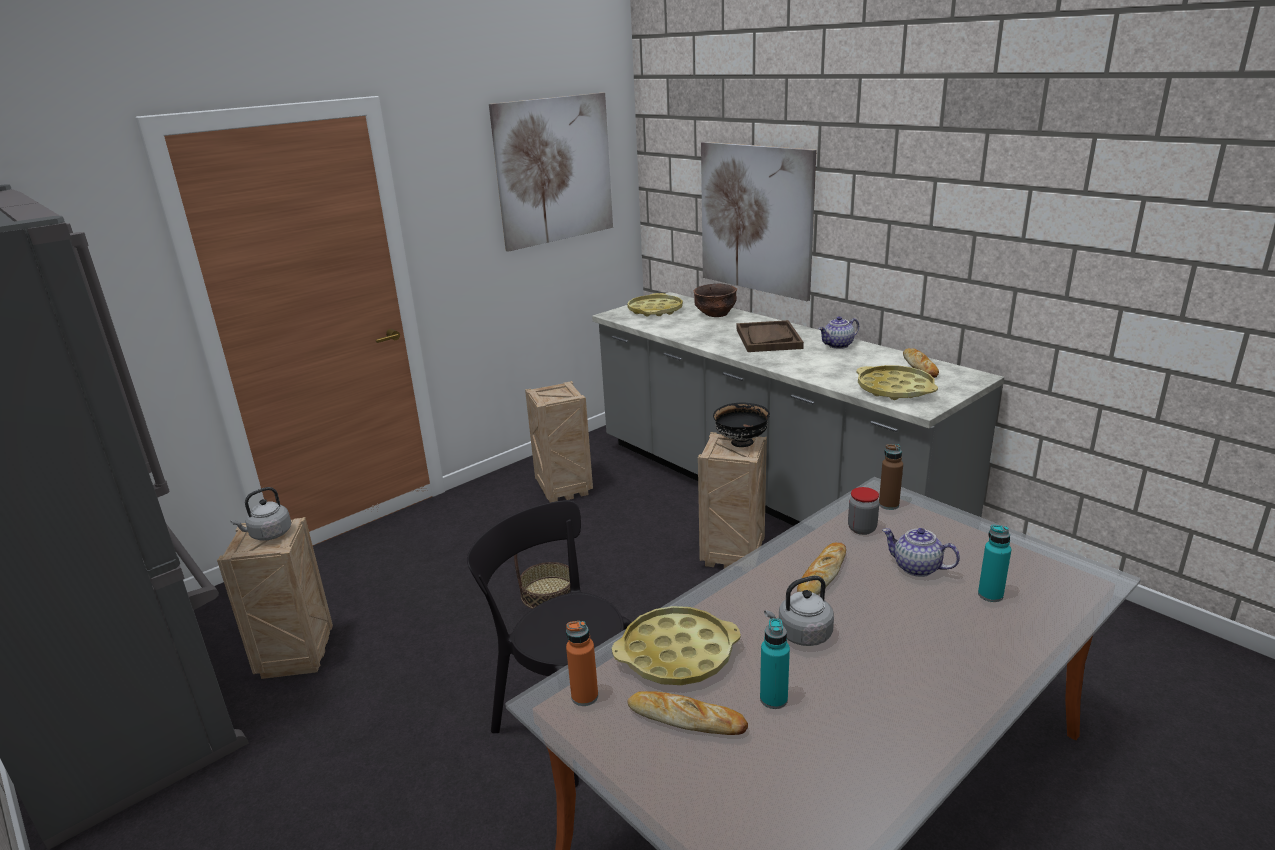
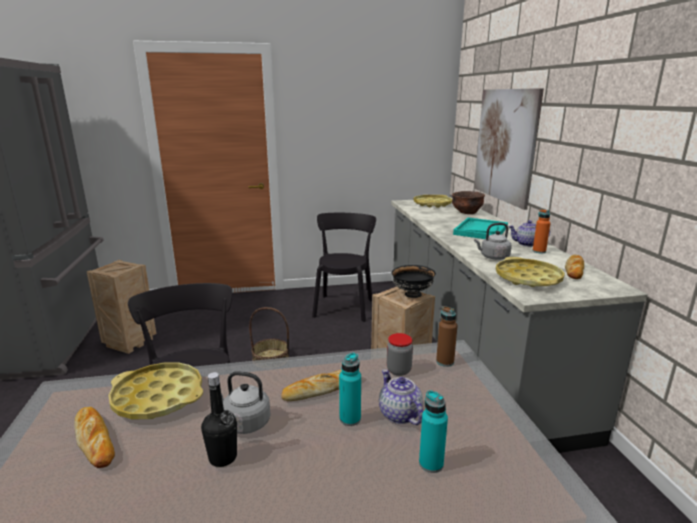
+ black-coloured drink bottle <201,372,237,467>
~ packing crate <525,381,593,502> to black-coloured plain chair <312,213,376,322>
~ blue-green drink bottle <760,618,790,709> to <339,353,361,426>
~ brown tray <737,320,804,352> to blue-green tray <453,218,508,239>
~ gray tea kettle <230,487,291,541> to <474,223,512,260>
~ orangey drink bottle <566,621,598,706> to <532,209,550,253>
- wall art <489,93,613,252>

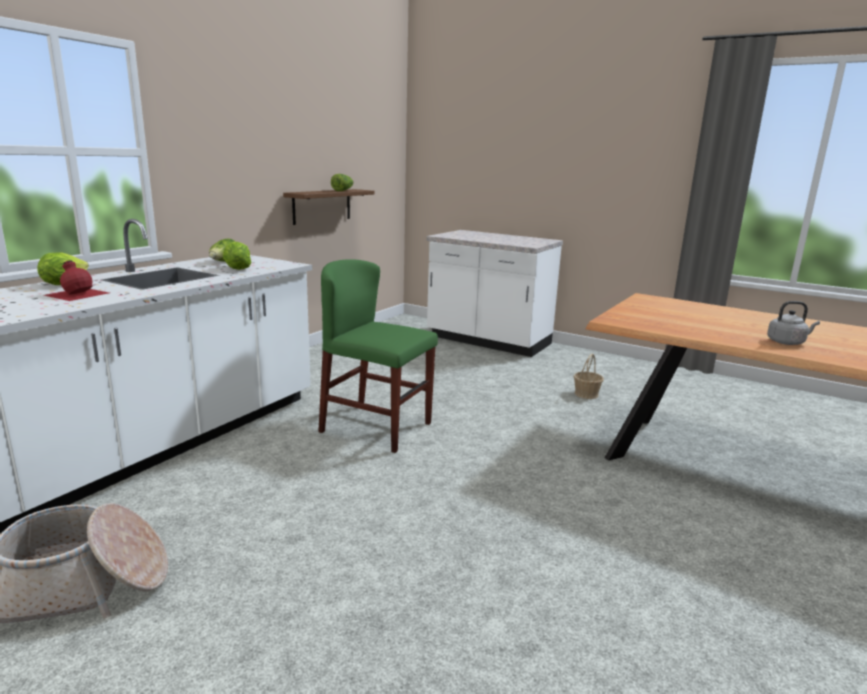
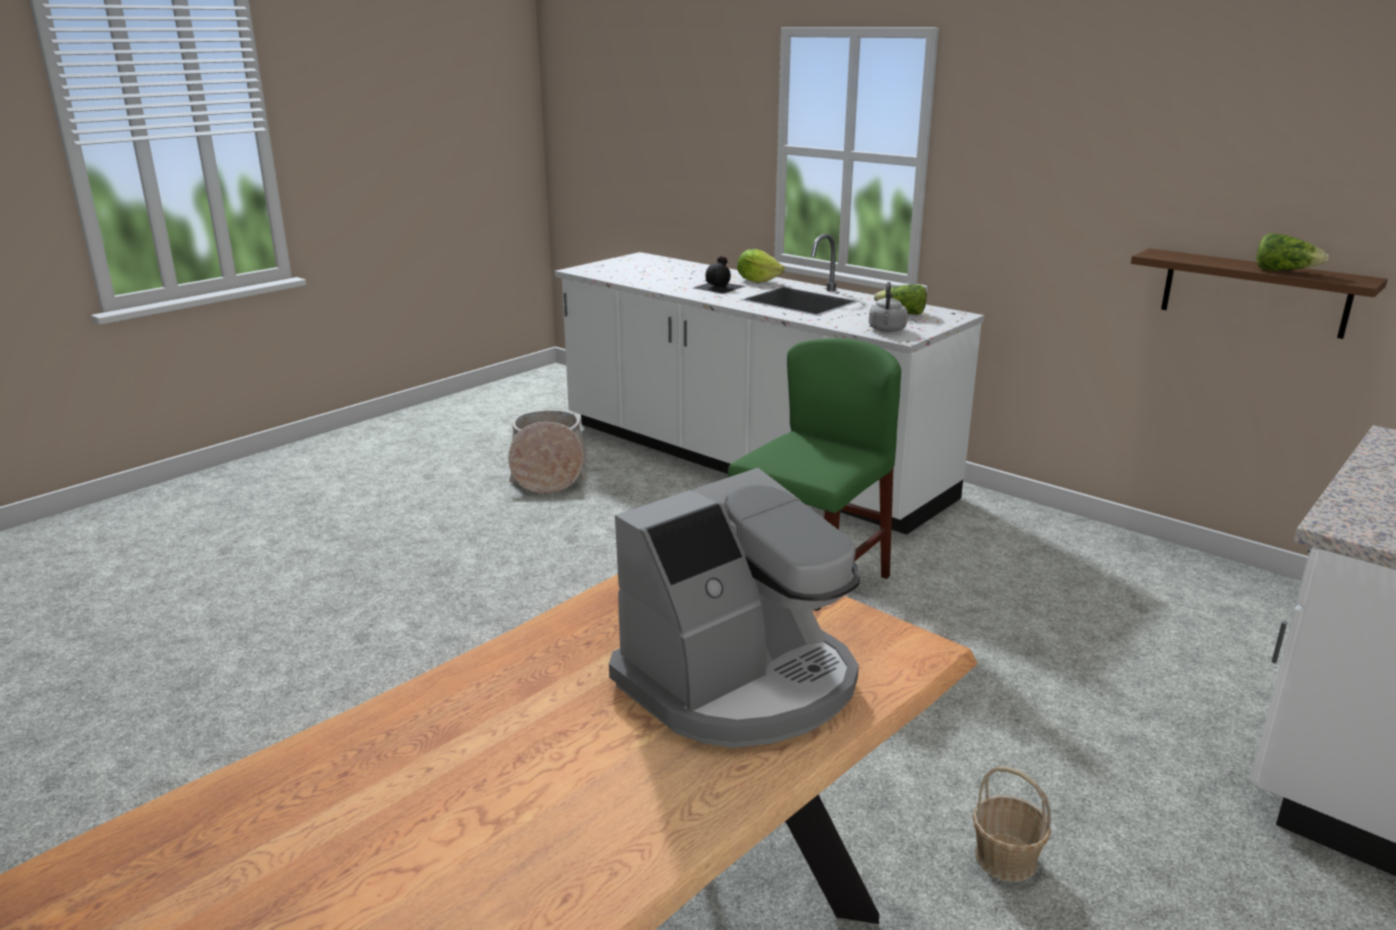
+ coffee maker <609,468,860,748>
~ red-coloured drink bottle <44,260,109,301> to black-coloured drink bottle <694,256,746,294>
~ gray tea kettle <767,301,820,345> to <869,282,908,332>
- lettuce head <223,242,251,270>

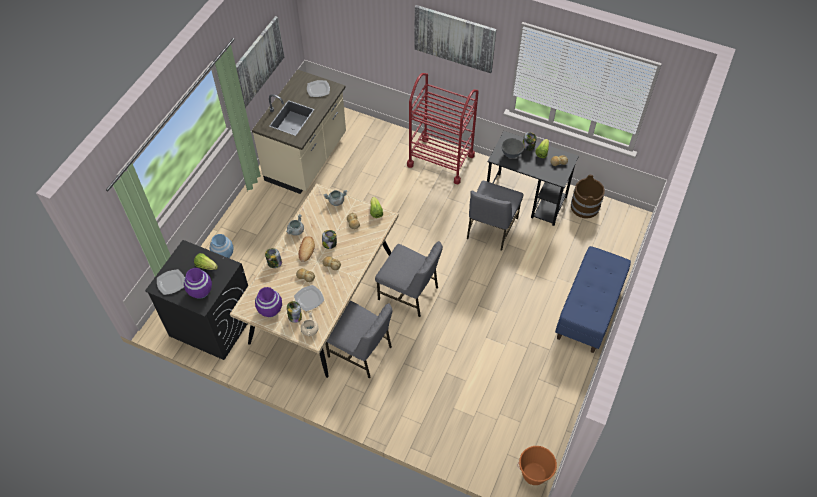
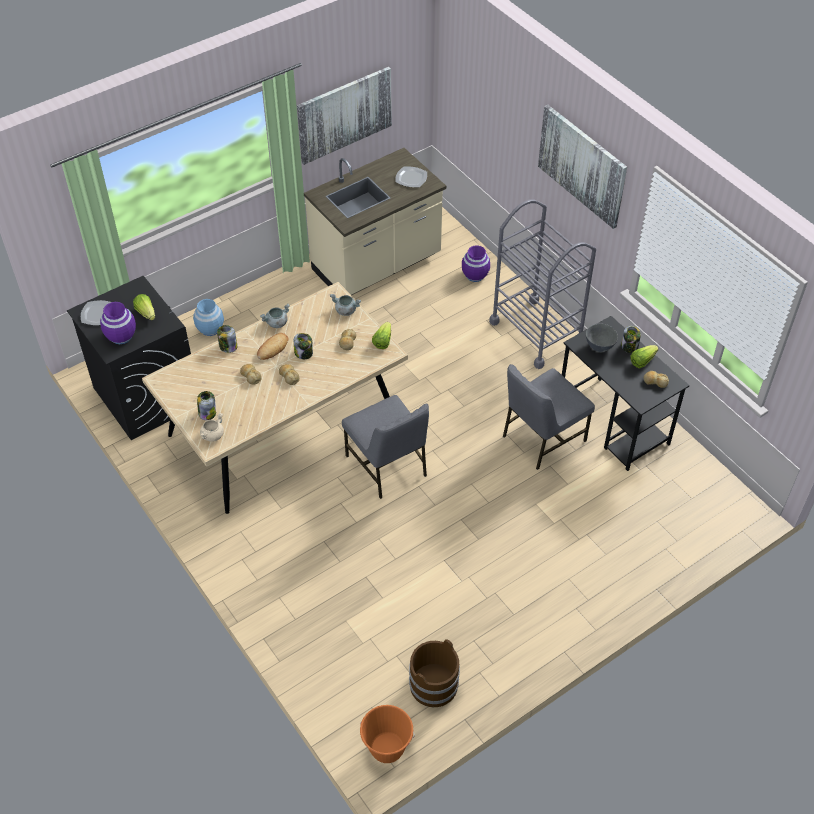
~ brown pail <571,175,605,218> to <409,639,460,707>
~ purplish decorative vase <255,287,282,317> to <462,246,490,282>
~ red-coloured trolley <407,73,479,184> to gray trolley <489,199,596,369>
- flat dish <294,285,324,311>
- gray plain chair <325,301,392,378>
- bluish long seat <555,246,631,353>

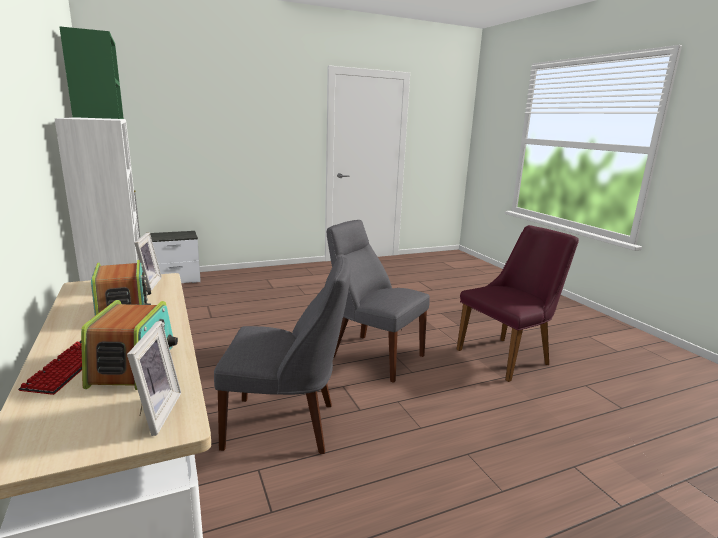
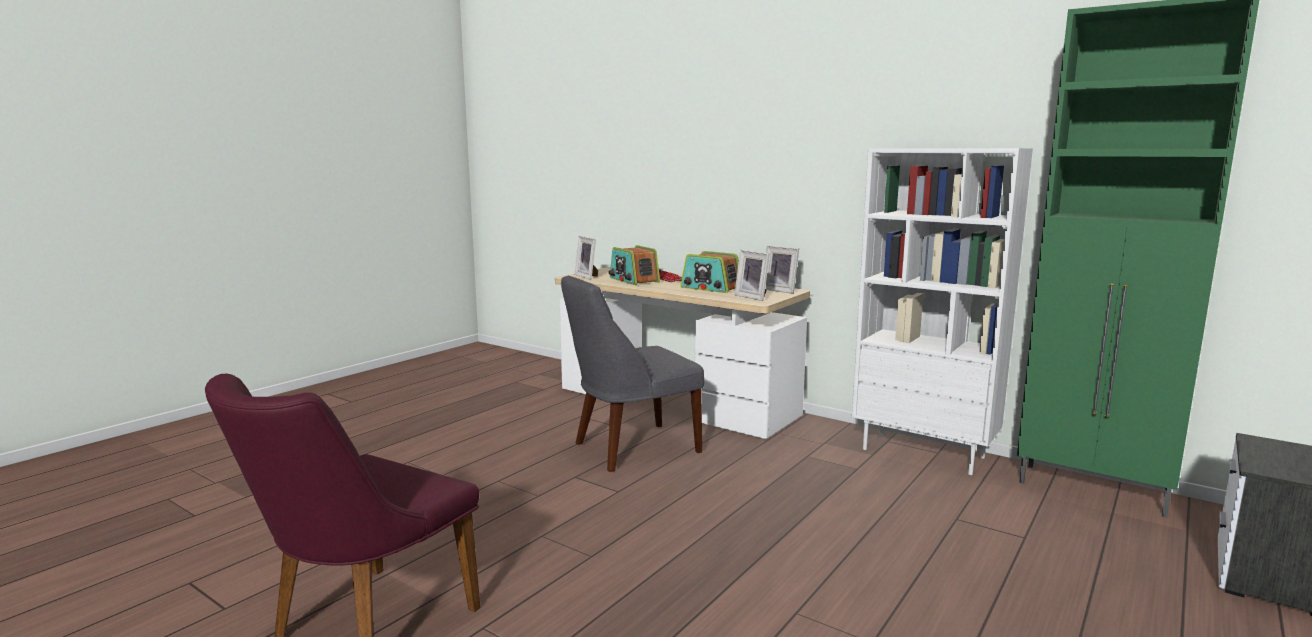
+ photo frame <765,246,799,294>
- gray plain chair <327,220,430,383>

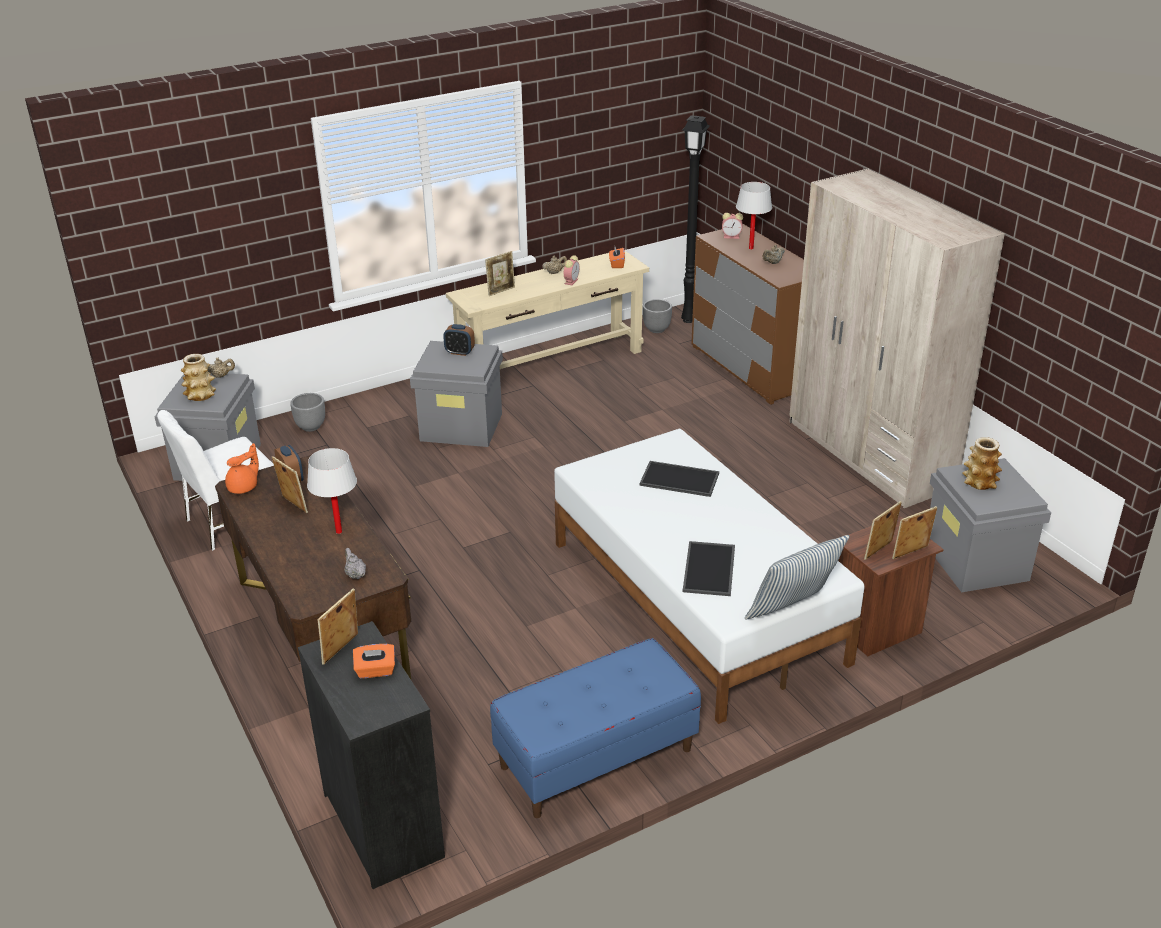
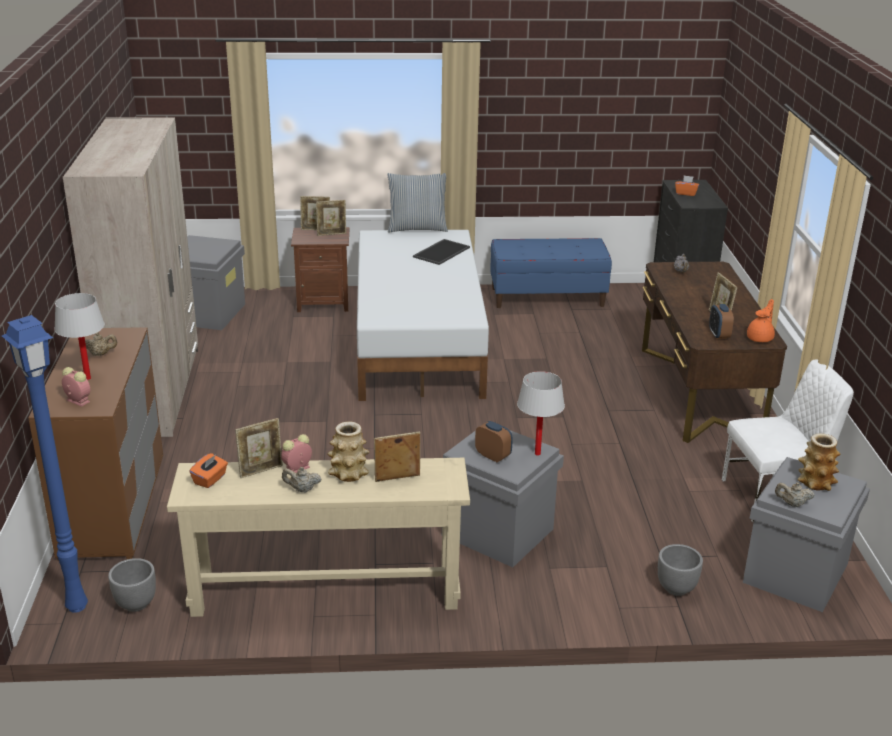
~ black-coloured floor lamp <681,115,710,323> to bluish floor lamp <2,315,88,613>
~ photo frame <318,589,358,665> to <235,418,283,478>
~ decorative vase <962,437,1002,490> to <327,421,370,482>
~ white tabletop lamp <307,448,357,534> to <517,371,565,456>
~ orangey tea pot <225,443,259,494> = <747,299,775,342> 150 degrees clockwise
- tray <639,461,719,497>

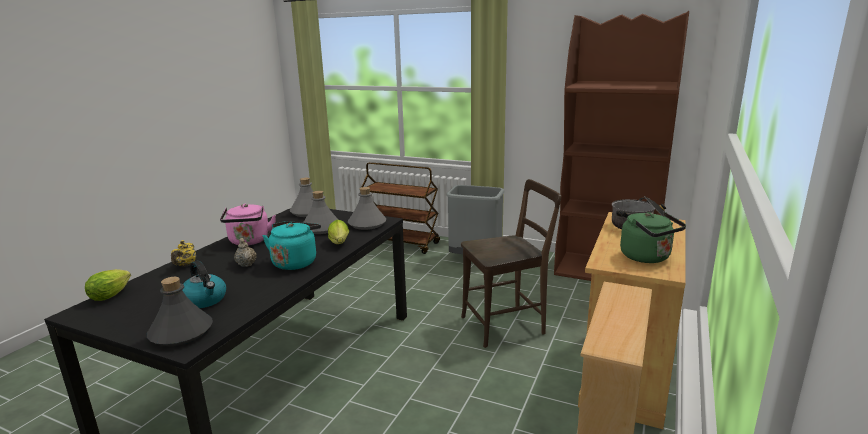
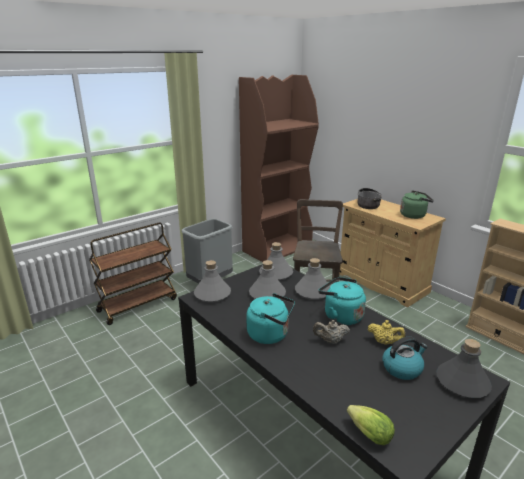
~ pink-coloured tea kettle <220,204,276,245> to blue-green tea kettle <246,293,295,344>
~ lettuce head <328,220,349,244> to gray drink bottle <295,258,330,300>
~ yellowish tea pot <171,240,196,266> to <368,320,406,345>

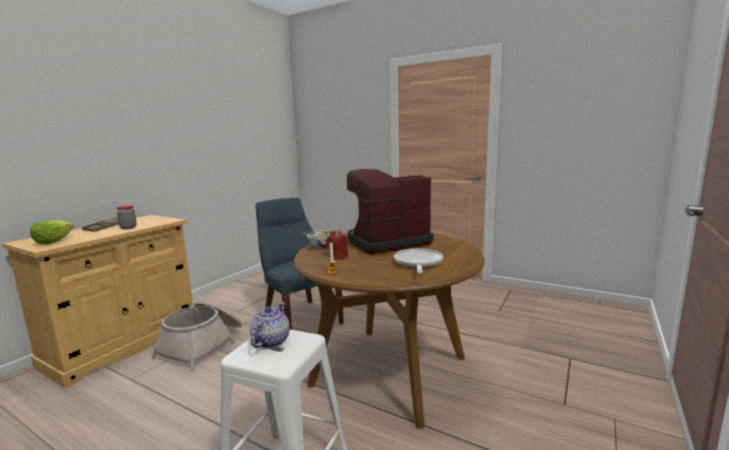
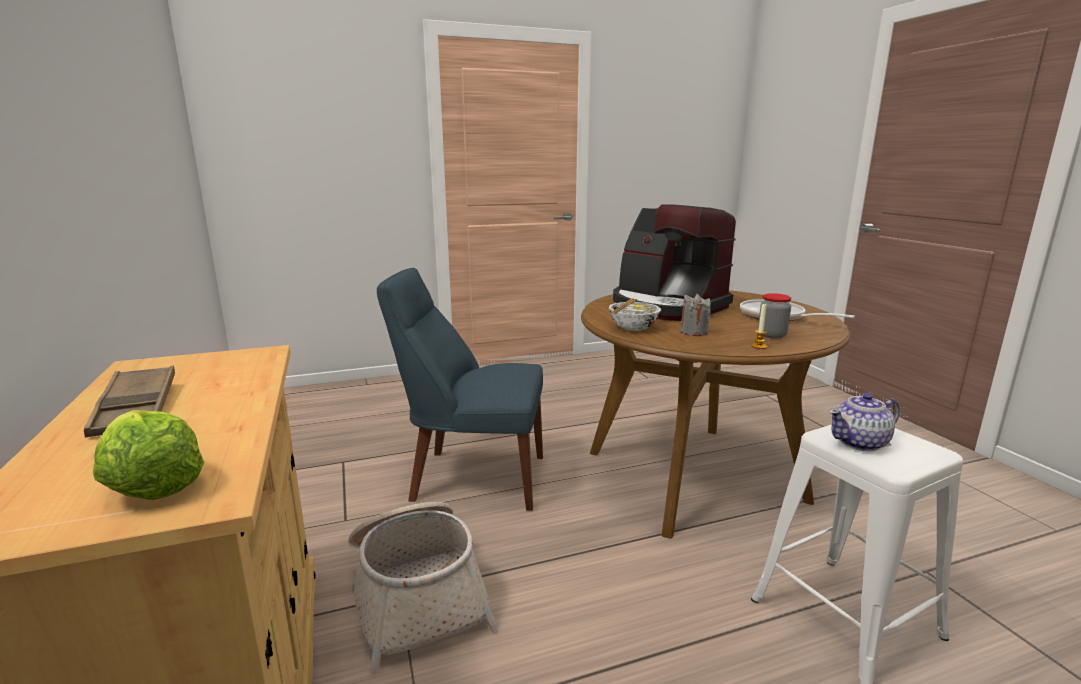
~ coffee maker <347,169,434,254> = <613,204,736,321> 60 degrees counterclockwise
~ red-coloured candle <327,231,348,260> to gray candle <680,293,711,336>
~ storage jar <117,205,137,229> to <758,293,791,339>
~ tea pot <250,303,290,348> = <829,393,900,451> 75 degrees counterclockwise

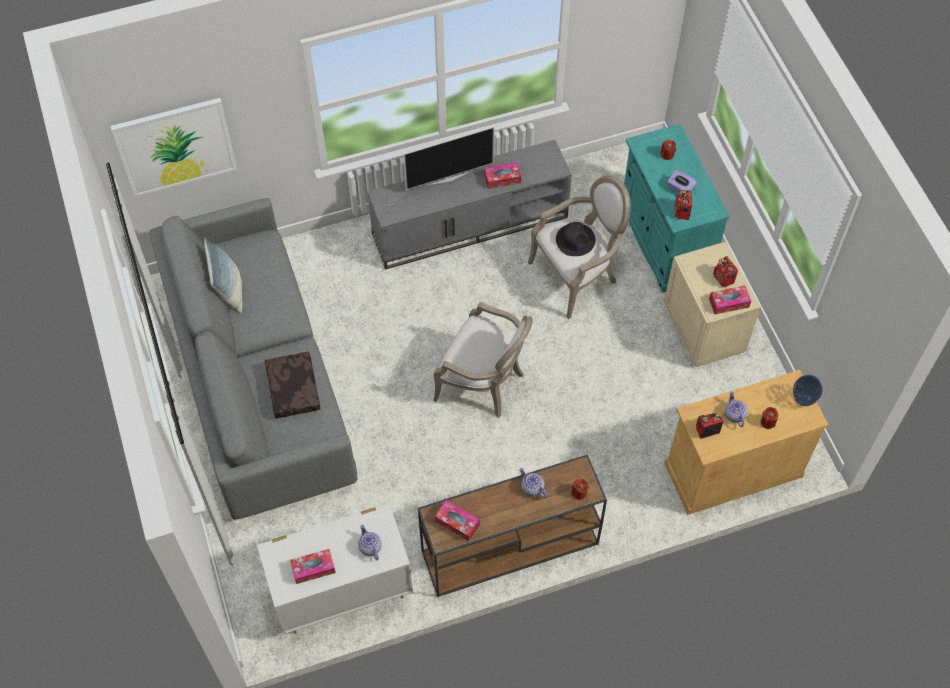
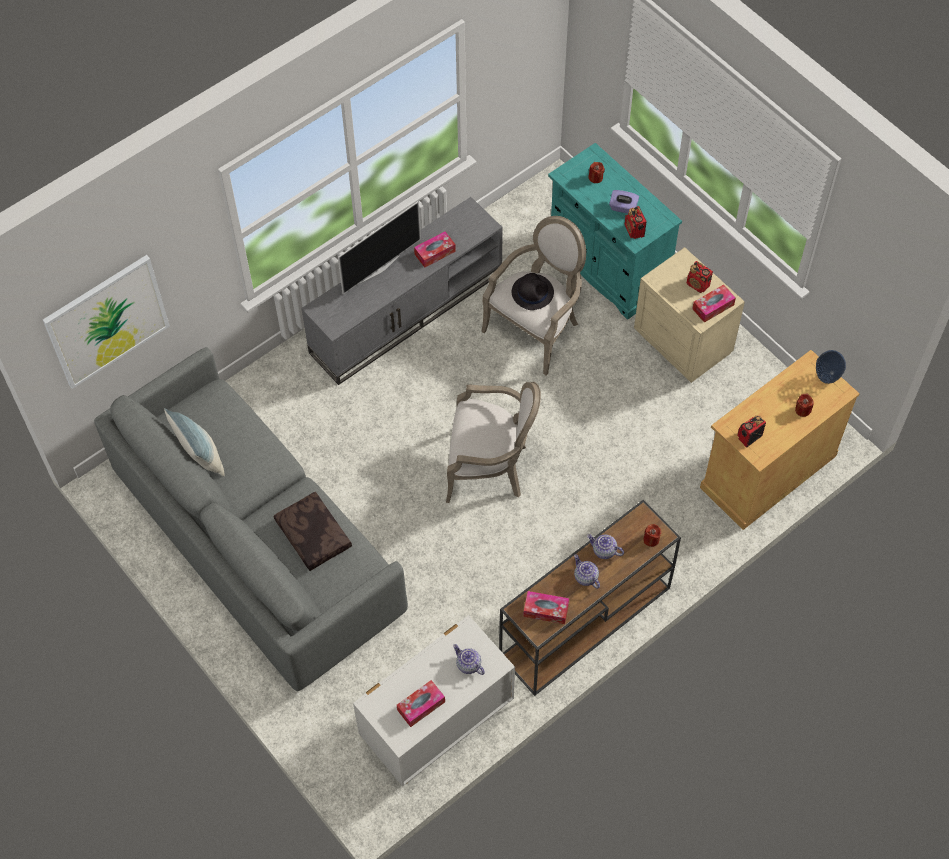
~ tea pot <724,391,748,427> to <574,554,600,589>

